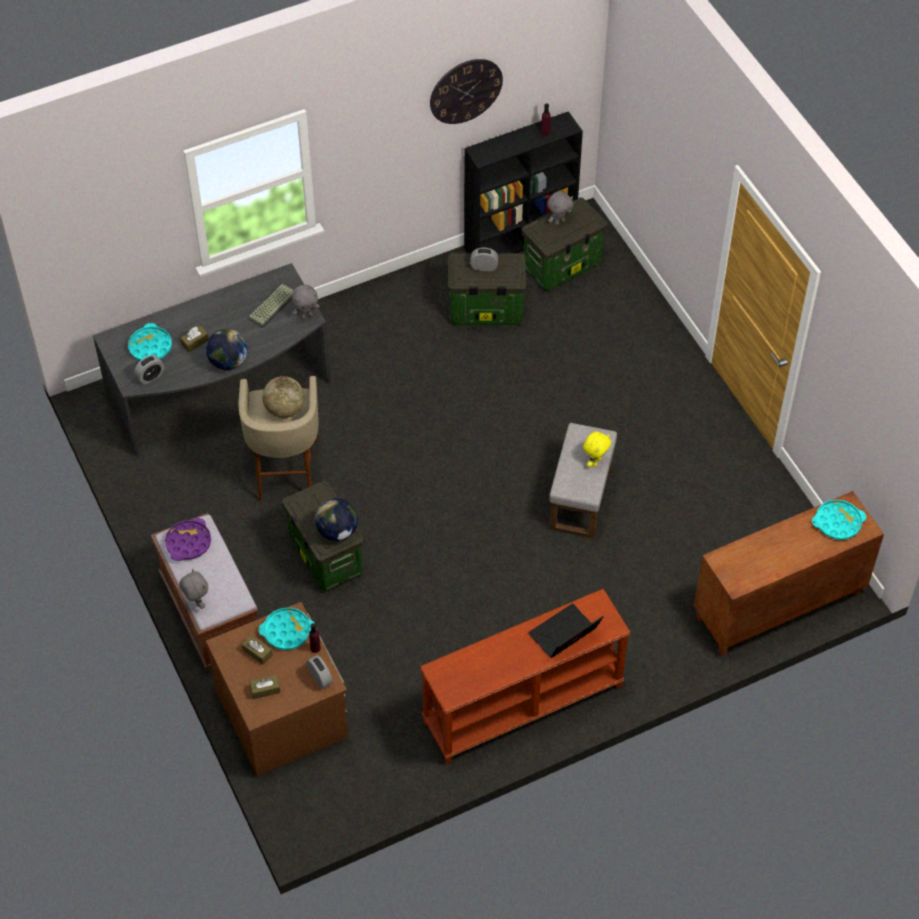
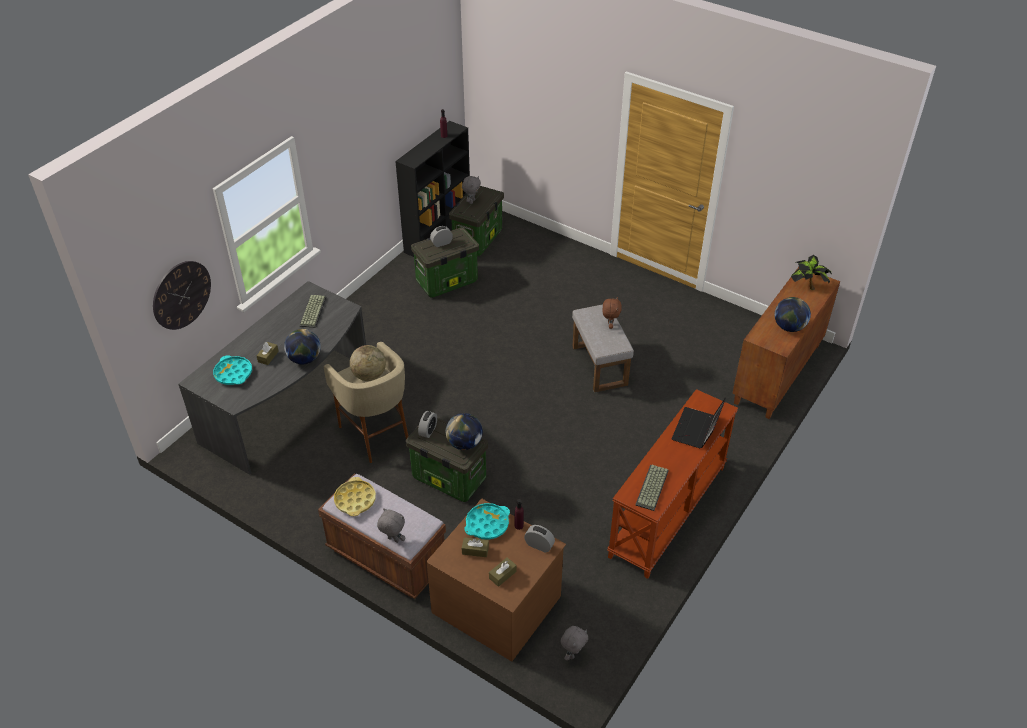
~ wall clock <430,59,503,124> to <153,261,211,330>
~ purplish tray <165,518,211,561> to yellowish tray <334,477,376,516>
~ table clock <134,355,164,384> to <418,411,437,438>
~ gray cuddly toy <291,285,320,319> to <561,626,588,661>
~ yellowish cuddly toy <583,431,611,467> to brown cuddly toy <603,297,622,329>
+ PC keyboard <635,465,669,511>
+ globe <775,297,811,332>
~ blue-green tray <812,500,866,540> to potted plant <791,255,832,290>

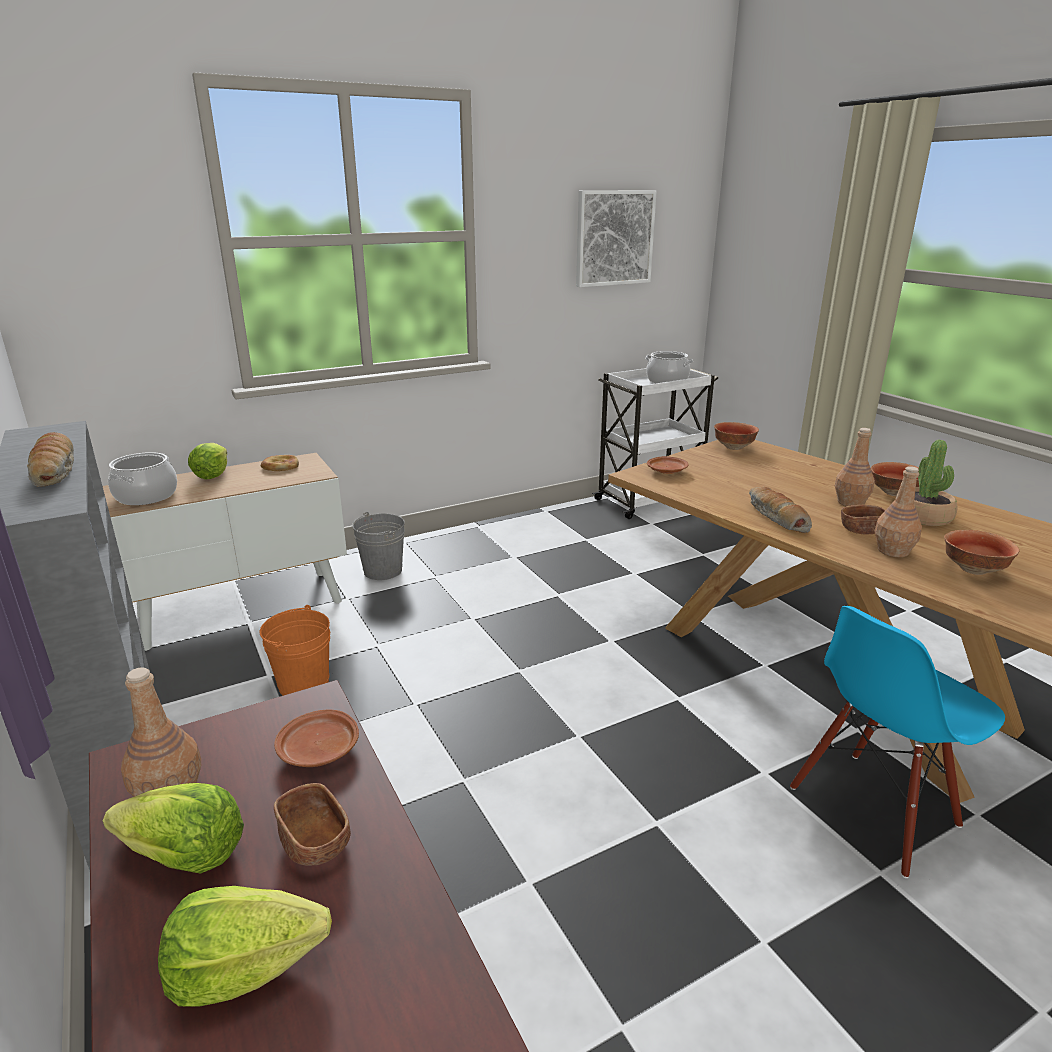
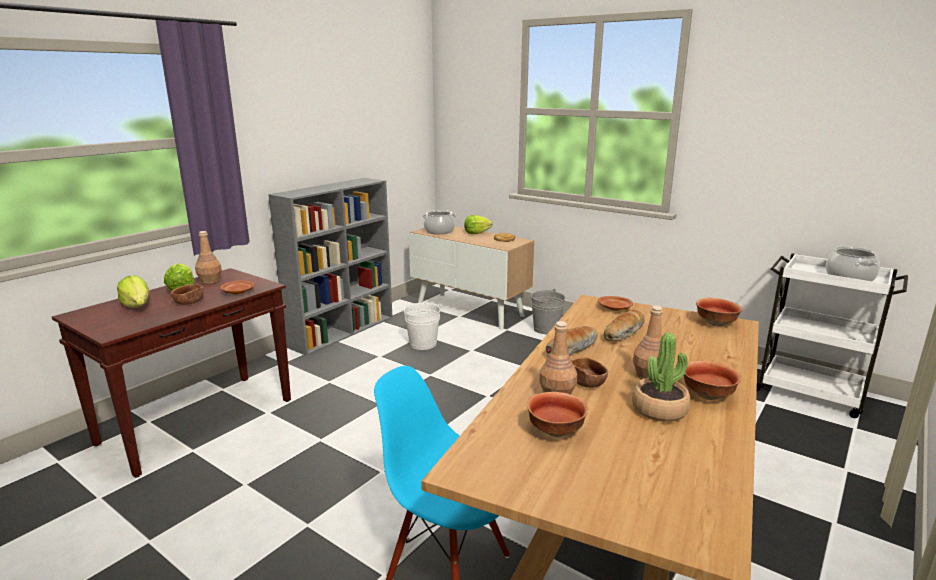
~ orangey pail <260,605,330,696> to white pail <401,303,441,350>
~ baked bread <27,432,74,487> to <604,310,645,342>
- wall art <576,190,657,287>

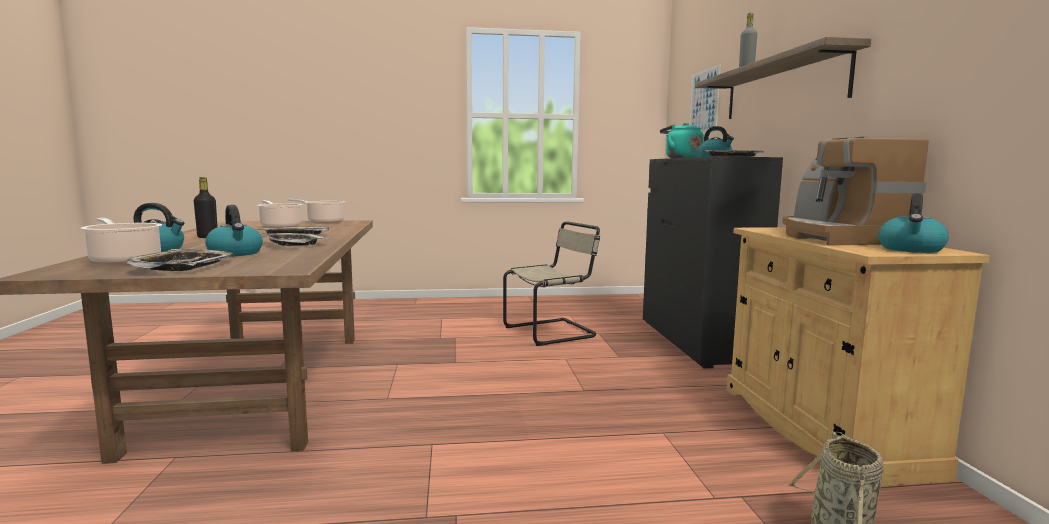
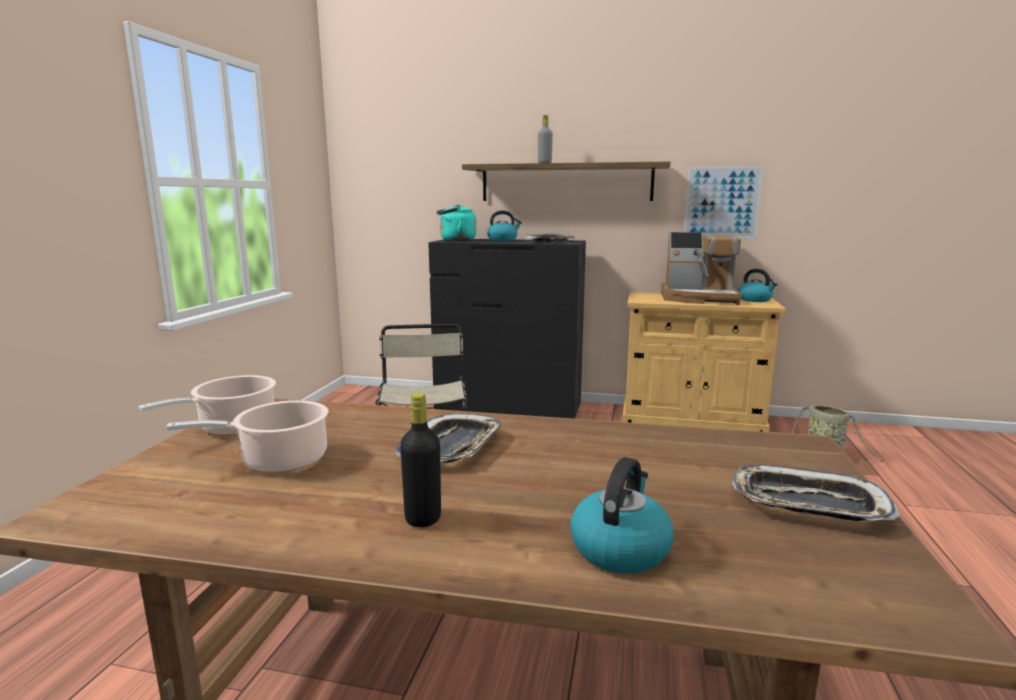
~ wall art <690,64,721,134> to <684,166,763,239>
- cooking pot <80,218,162,265>
- tea kettle <205,205,263,257>
- tray <260,233,328,246>

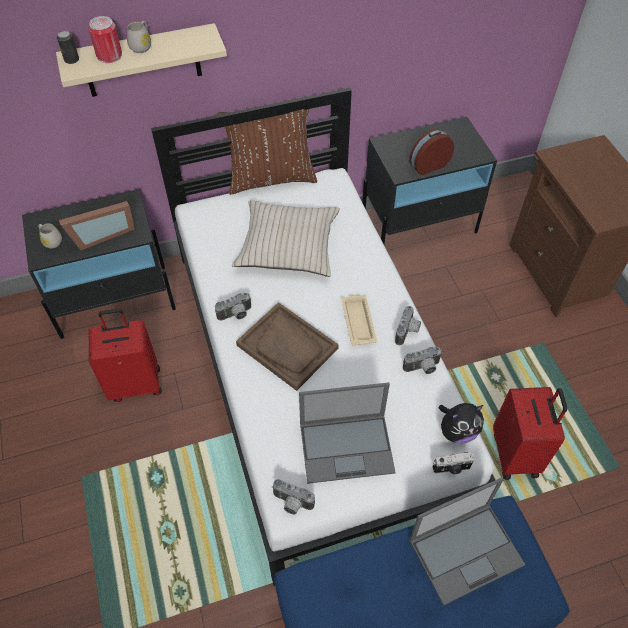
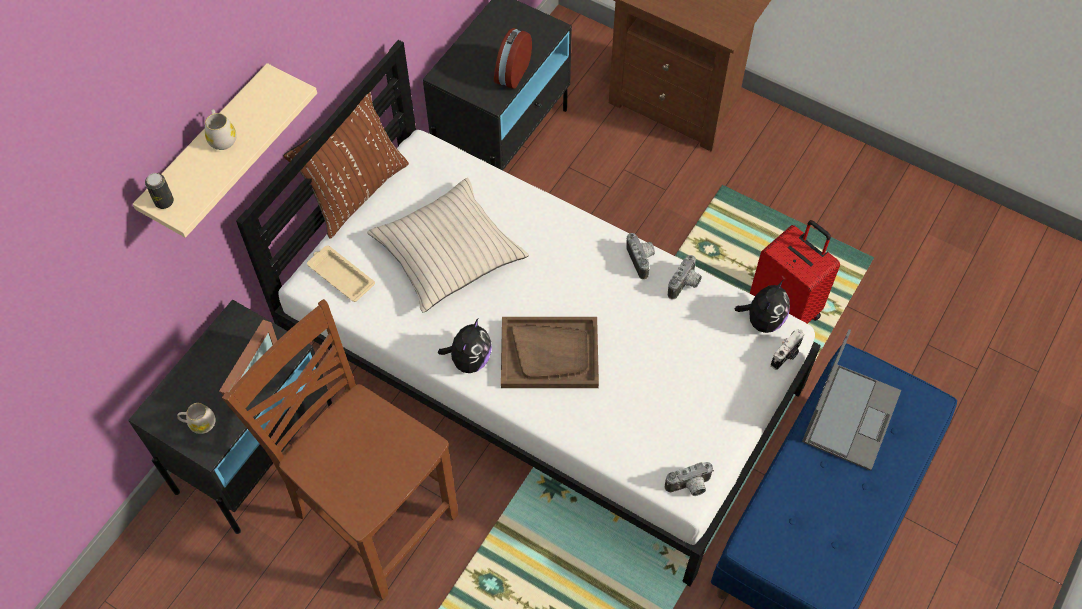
~ red-coloured piece of luggage <88,309,162,402> to brown plain chair <222,299,458,600>
~ beige tray <341,294,377,346> to <307,245,375,302>
~ still camera <215,293,252,321> to cuddly toy <438,319,492,373>
- sealed can <88,16,122,63>
- portable computer <299,382,396,484>

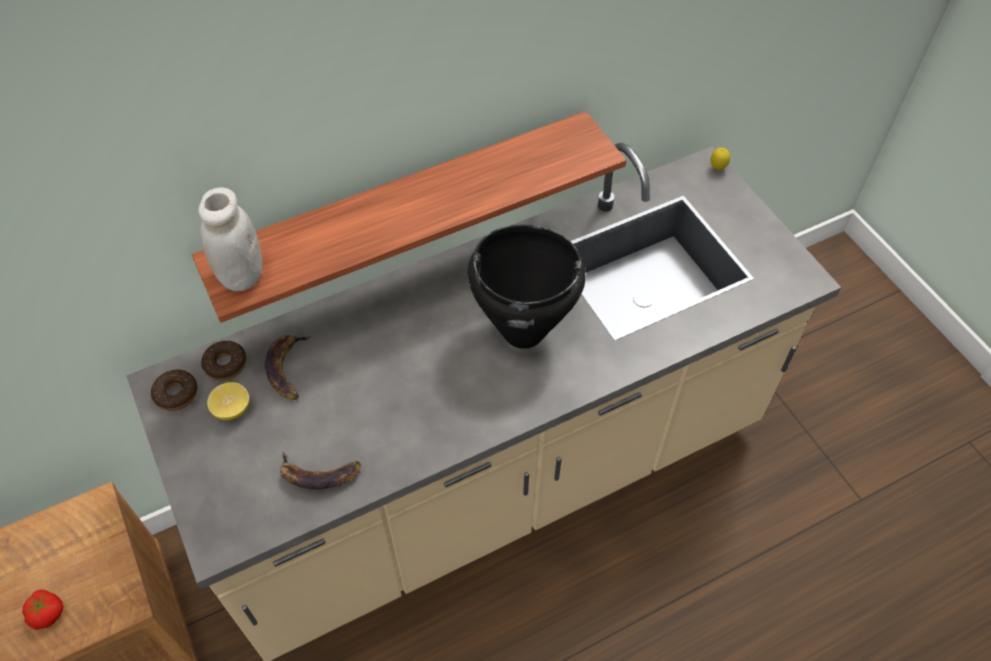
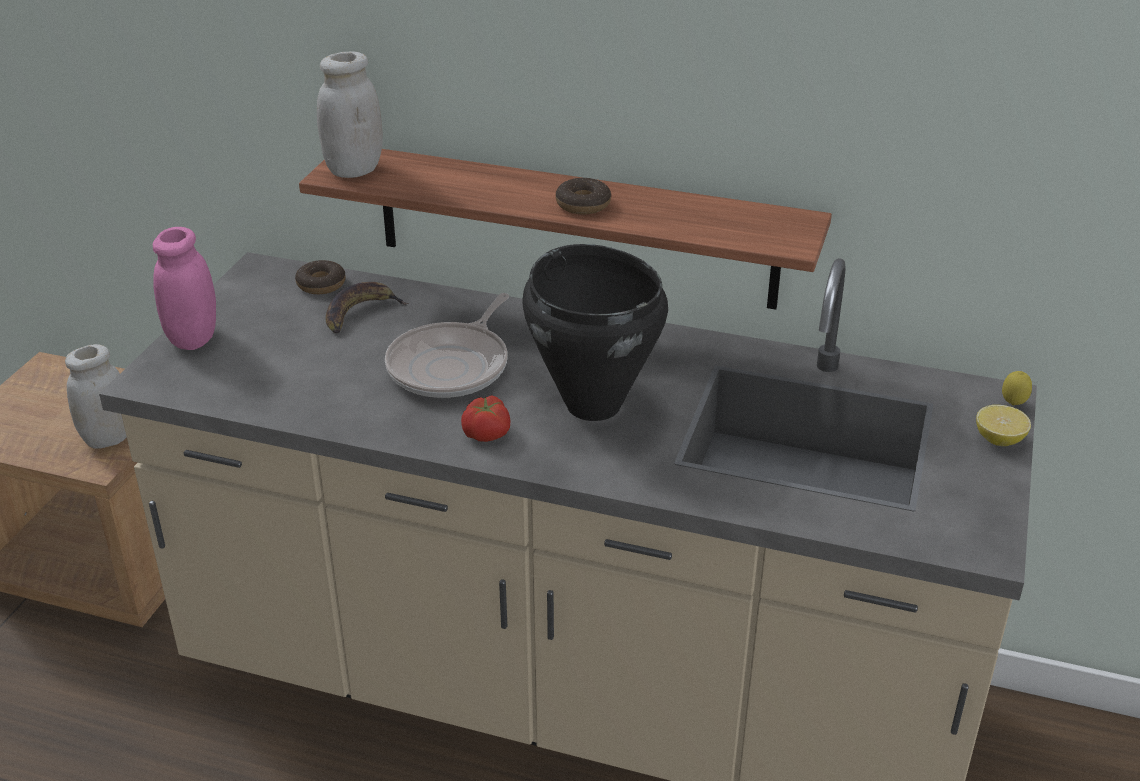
+ white storage jar <65,344,127,449>
+ pink-coloured storage jar <153,227,216,350>
+ skillet <385,293,509,398>
~ tomato <22,590,64,630> to <461,395,510,442>
~ donut <151,370,198,411> to <556,177,611,214>
~ lemon <207,382,249,420> to <976,405,1031,446>
- banana fruit <280,452,361,489>

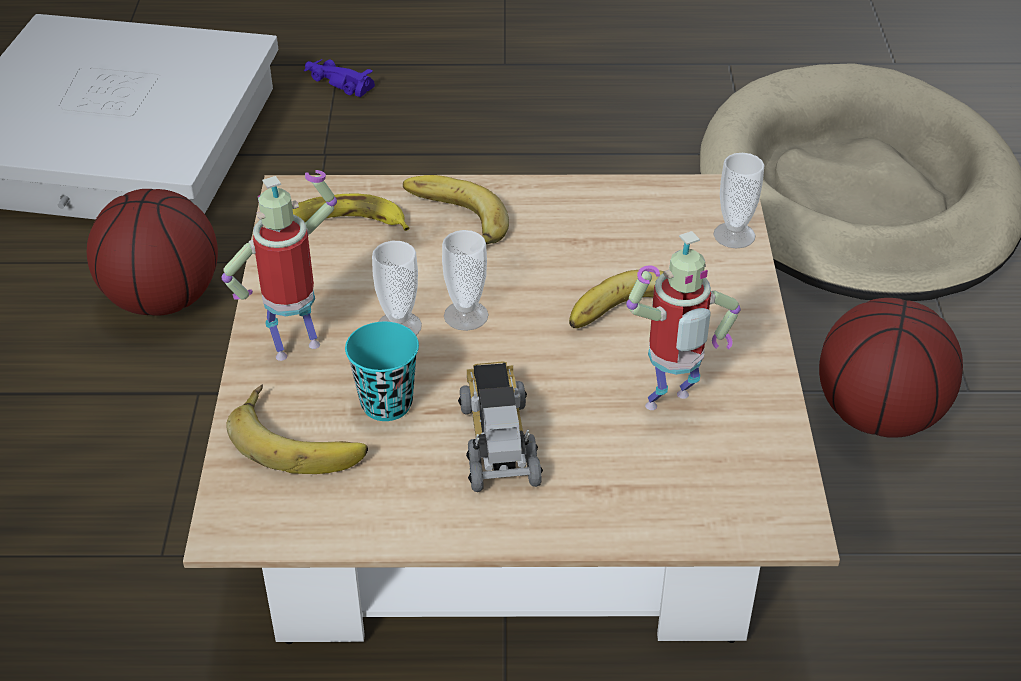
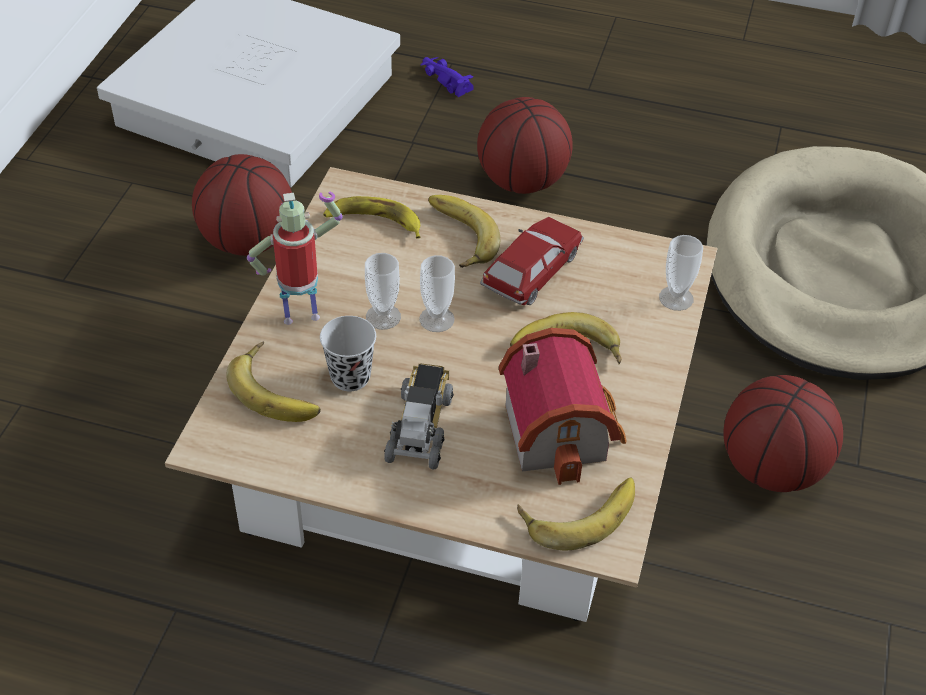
~ blue-green small cup <345,322,419,421> to black-coloured small cup <320,316,376,391>
+ basketball <477,97,573,194>
+ toy car <480,217,584,305>
~ toy robot <626,231,740,410> to toy house <499,328,627,485>
+ banana fruit <517,478,635,551>

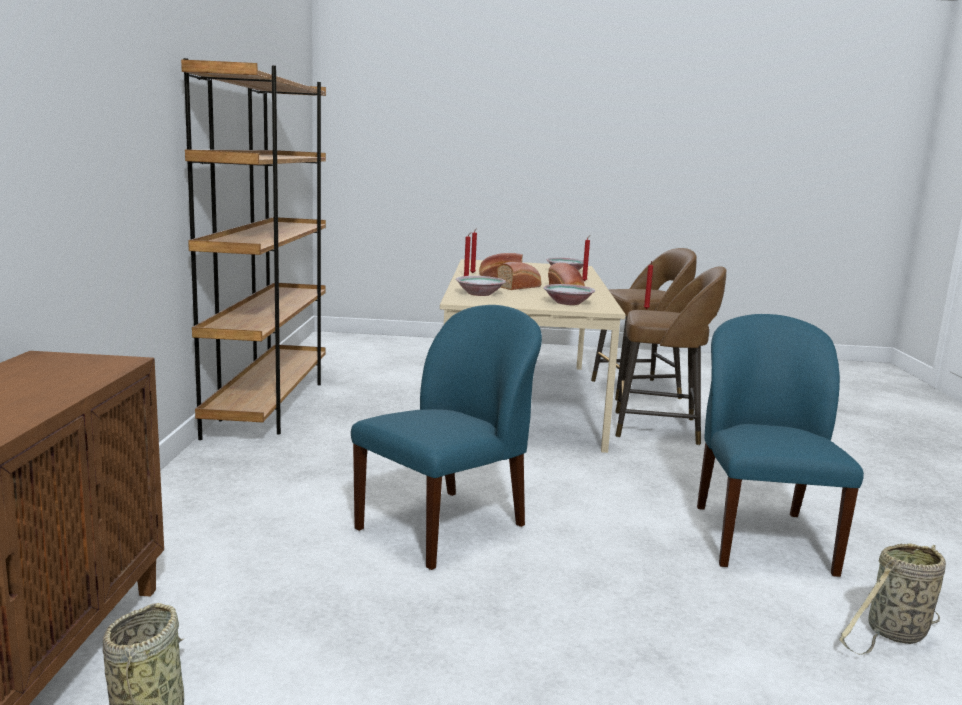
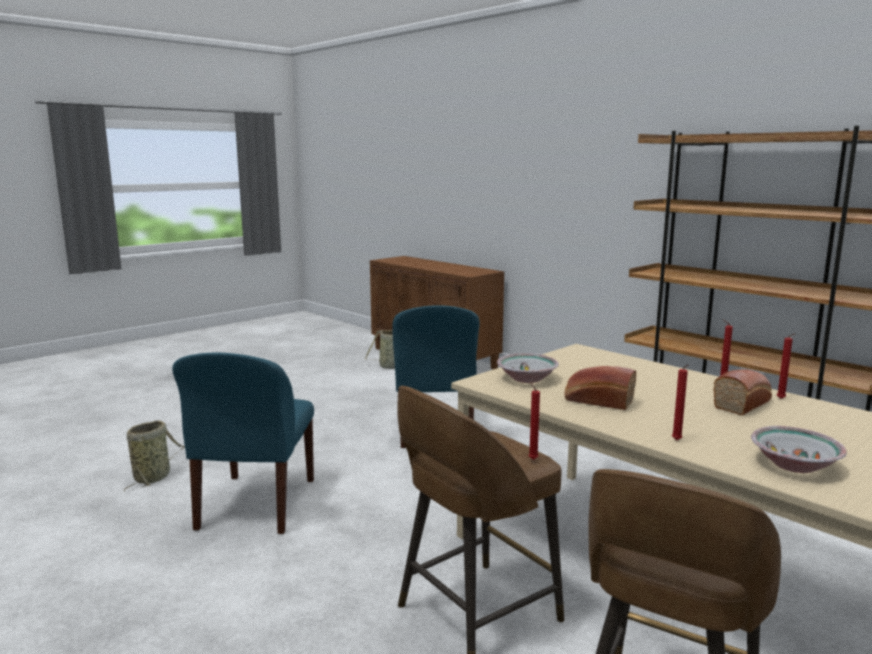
~ bluish plain chair <697,314,864,577> = <172,353,314,534> 45 degrees clockwise
- deep dish <456,276,506,296>
- baked bread <497,262,541,290>

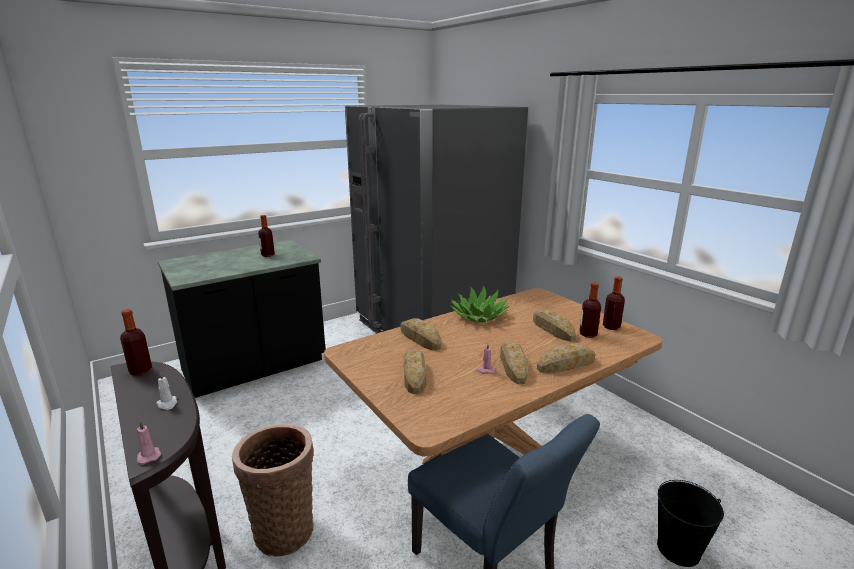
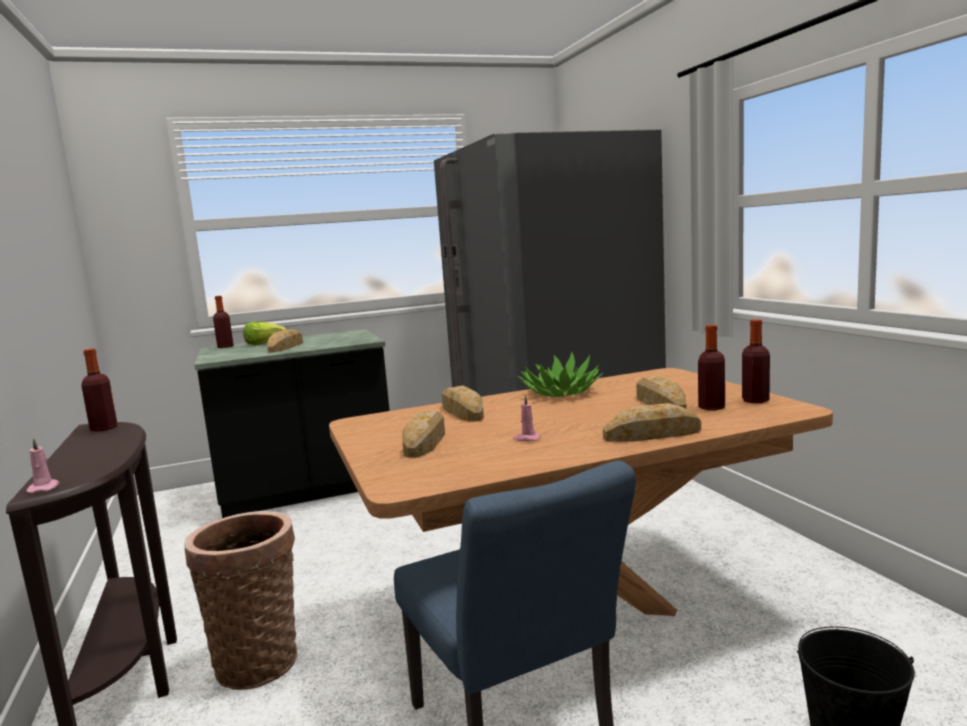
~ drink bottle <258,215,275,257> to <213,296,234,348>
+ lettuce head <243,322,287,345>
~ baked bread <500,342,528,384> to <267,329,303,353>
- white candle <156,372,177,410>

